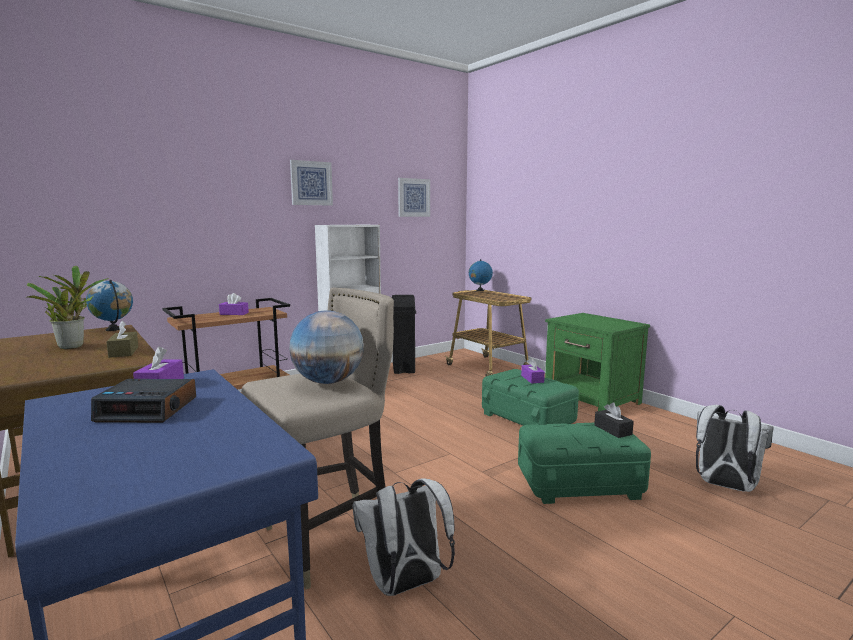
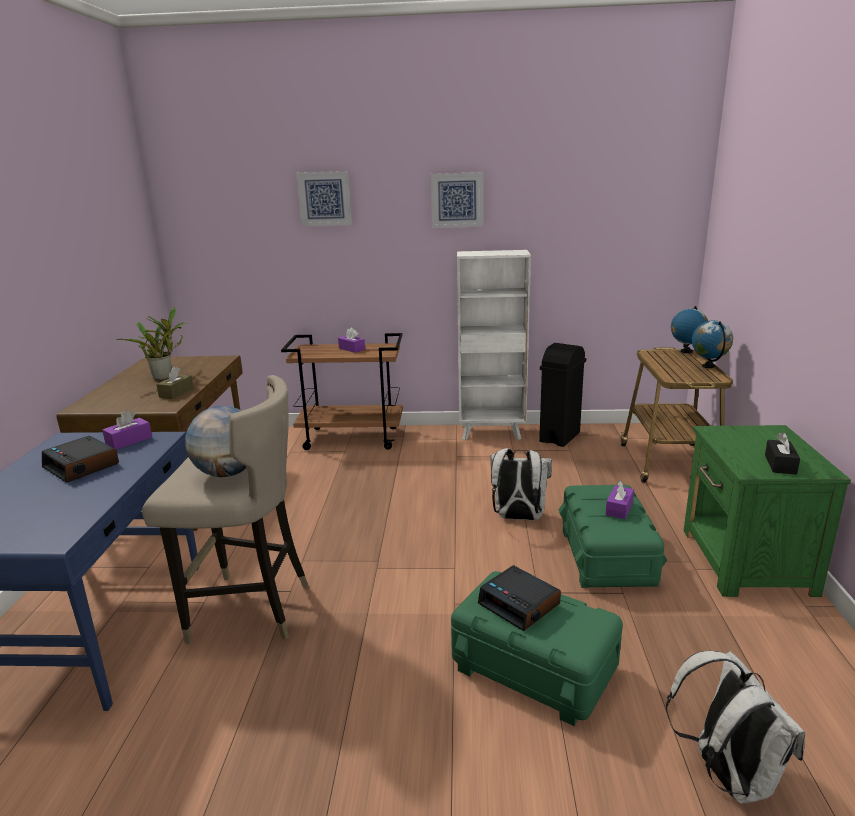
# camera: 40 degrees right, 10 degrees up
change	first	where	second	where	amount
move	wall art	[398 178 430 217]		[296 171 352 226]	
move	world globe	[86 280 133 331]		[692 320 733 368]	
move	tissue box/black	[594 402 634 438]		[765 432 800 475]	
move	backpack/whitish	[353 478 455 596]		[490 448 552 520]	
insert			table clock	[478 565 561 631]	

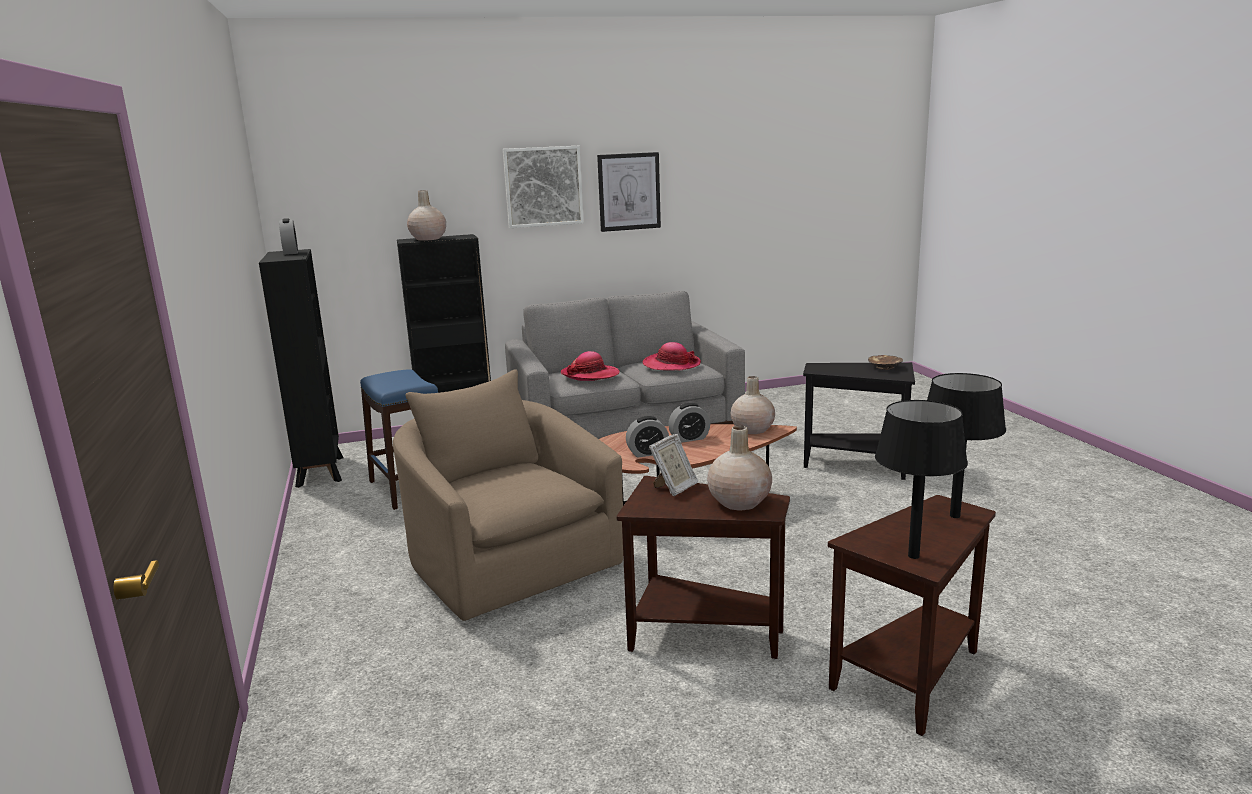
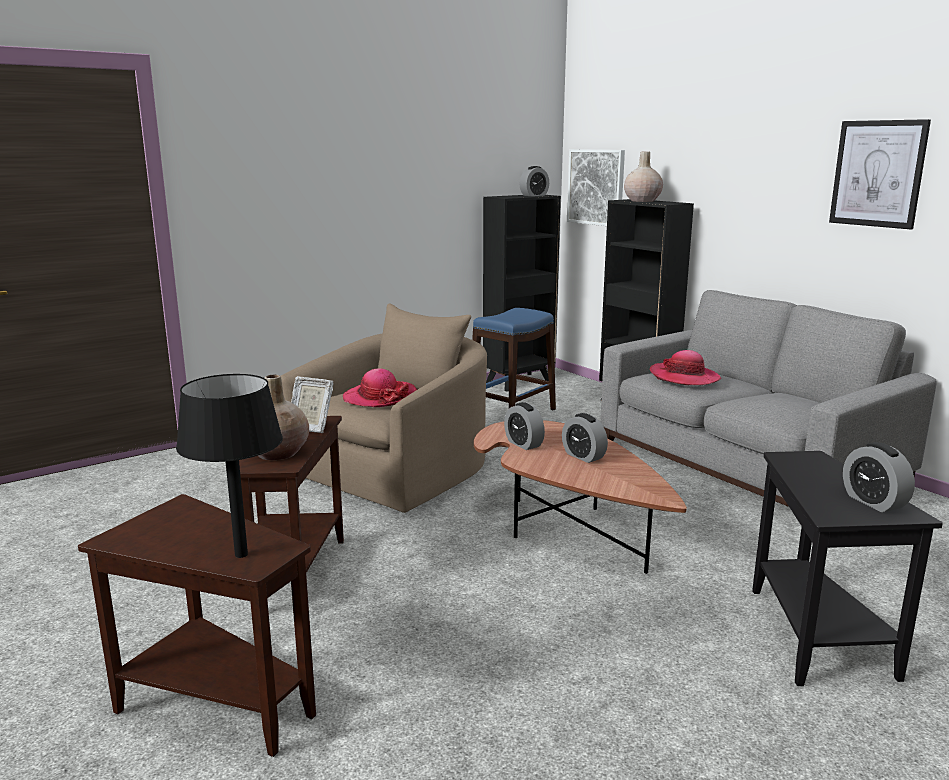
# camera: 70 degrees right, 0 degrees up
change	first	where	second	where	amount
move	wall art	[503 146 584 228]		[567 149 625 226]	
move	wearable hat	[643 342 701 371]		[343 368 417 407]	
replace	serving bowl/brownish	[868 355 903 370]	table clock	[843 442 915 512]	
delete	flower vase/beige-coloured	[730 376 775 434]			
delete	tabletop lamp/black	[875 400 968 559]			

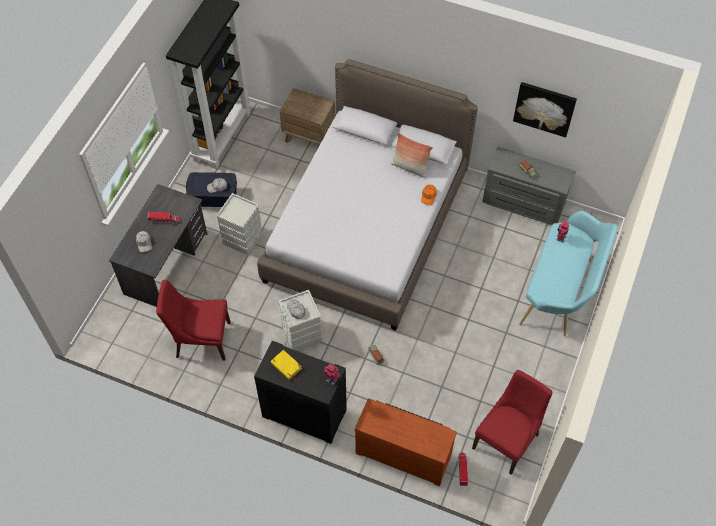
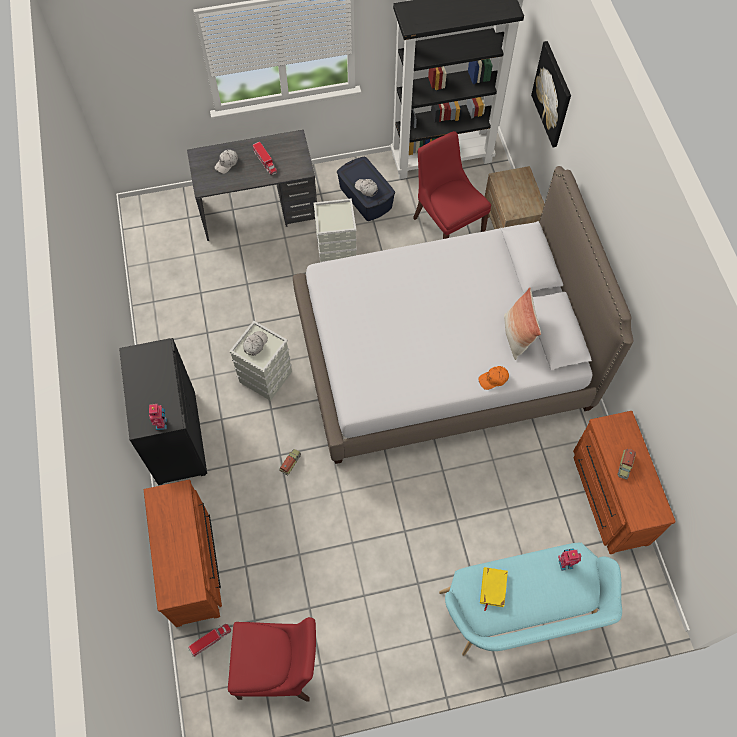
# camera: 55 degrees right, 5 degrees up
change	first	where	second	where	amount
move	wall art	[513 82 577 137]		[531 41 571 147]	
recolor	drawer chest/greyish	[482 147 576 225]	drawer chest/brownish	[573 411 676 554]	
move	plain chair/red	[156 280 231 361]		[413 131 491 239]	
move	book/yellow	[270 350 302 380]		[480 567 508 611]	

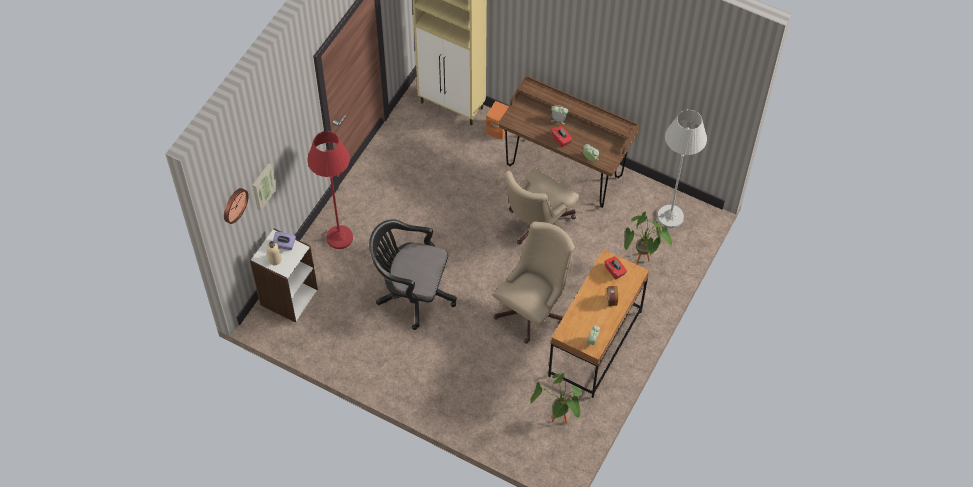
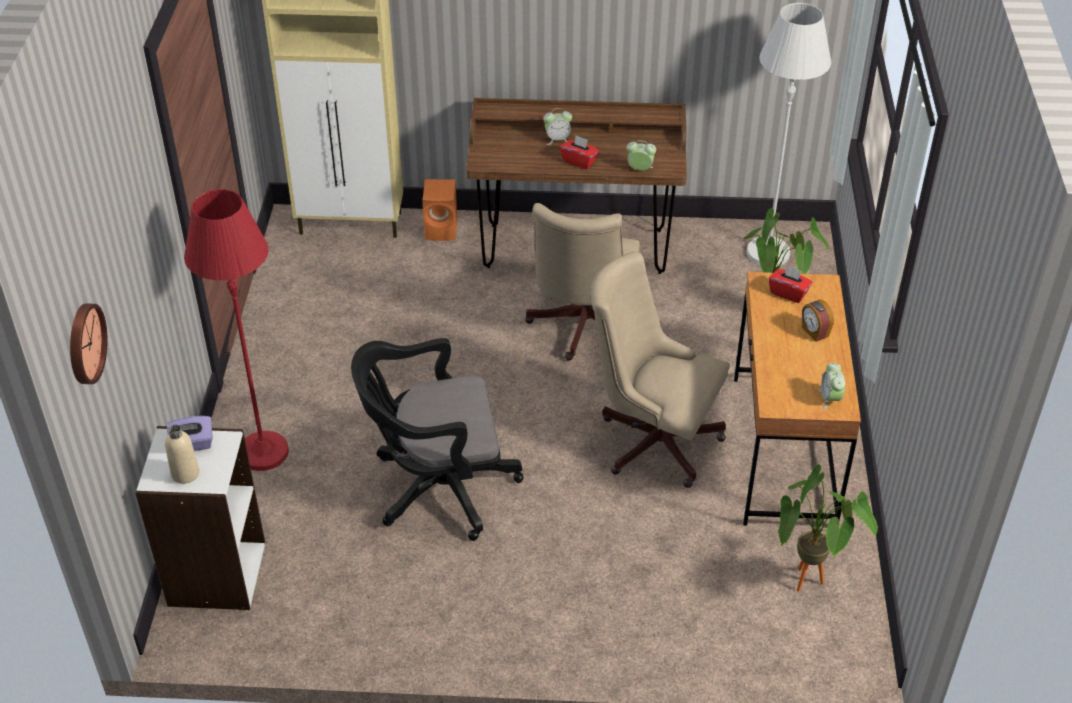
# camera: 25 degrees left, 15 degrees down
change	first	where	second	where	amount
delete	wall art	[252 163 277 211]			
rotate	desk chair/beige-coloured	[493 222 575 343]		[590 251 730 488]	75 degrees counterclockwise

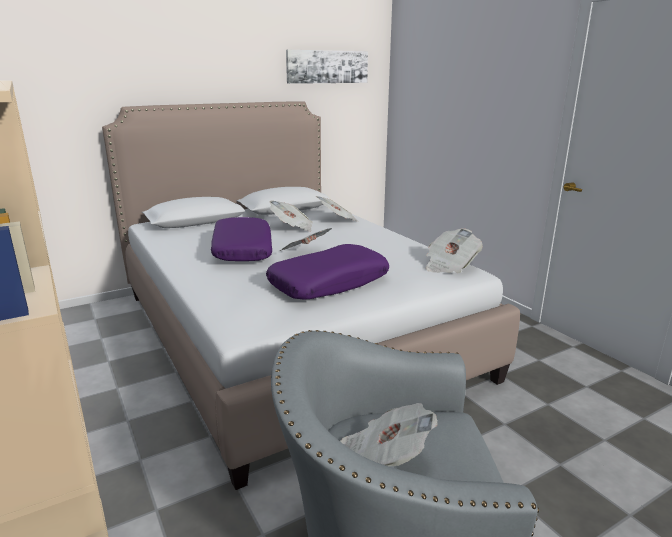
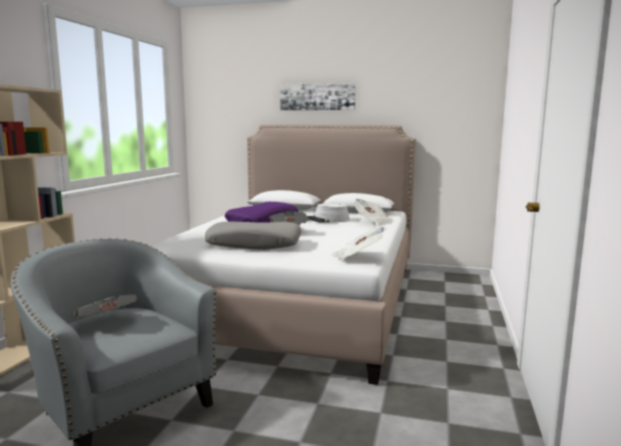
# camera: 45 degrees right, 10 degrees down
change	first	where	second	where	amount
move	wall art	[286 50 368 84]		[280 83 356 110]	
replace	daily paper	[269 200 313 231]	wearable hat/greyish	[308 203 350 223]	
recolor	throw pillow/purple-coloured	[266 244 389 300]	throw pillow/greyish	[205 221 301 250]	

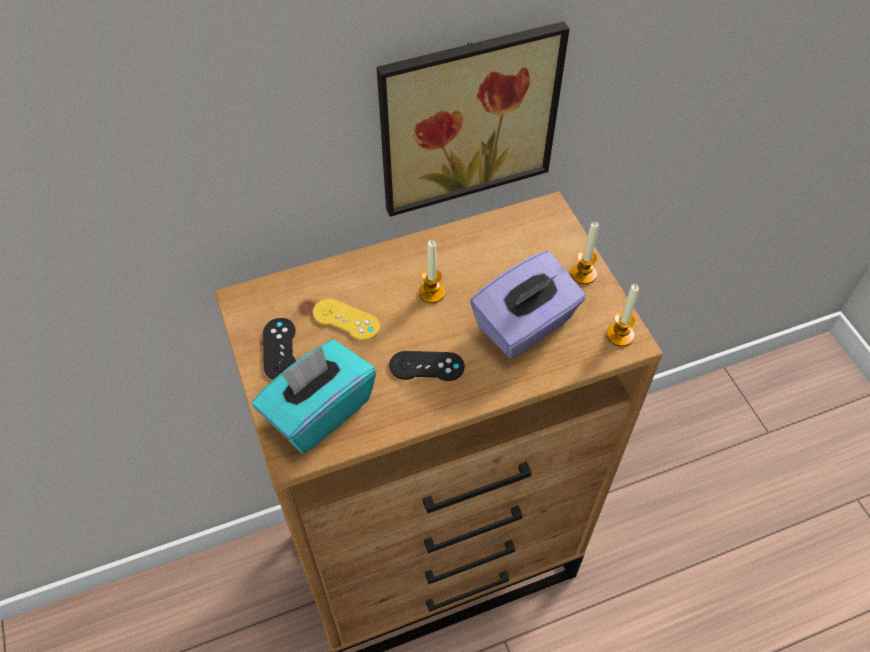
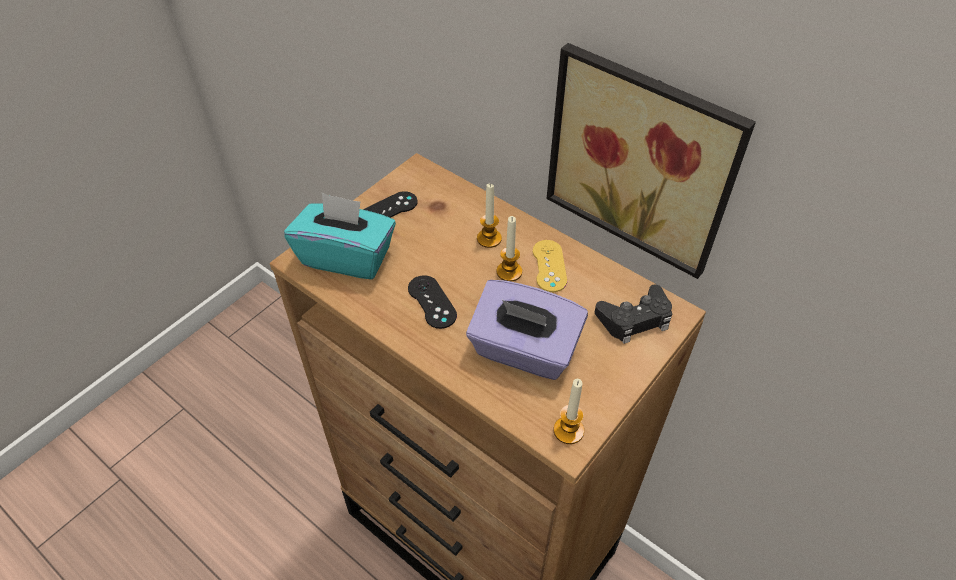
# camera: 60 degrees right, 5 degrees down
change	first	where	second	where	amount
move	wax light	[571 222 599 284]		[477 184 502 248]	
move	game controller/yellow	[313 299 380 341]		[533 240 567 292]	
insert			game controller/black	[595 284 672 344]	

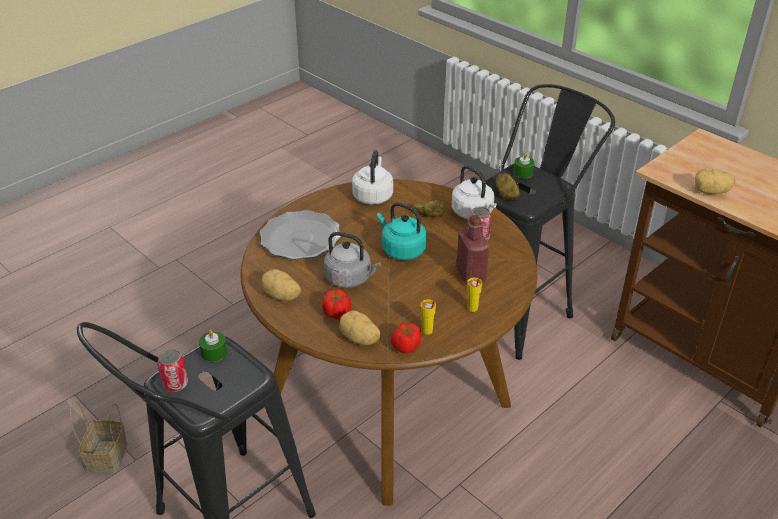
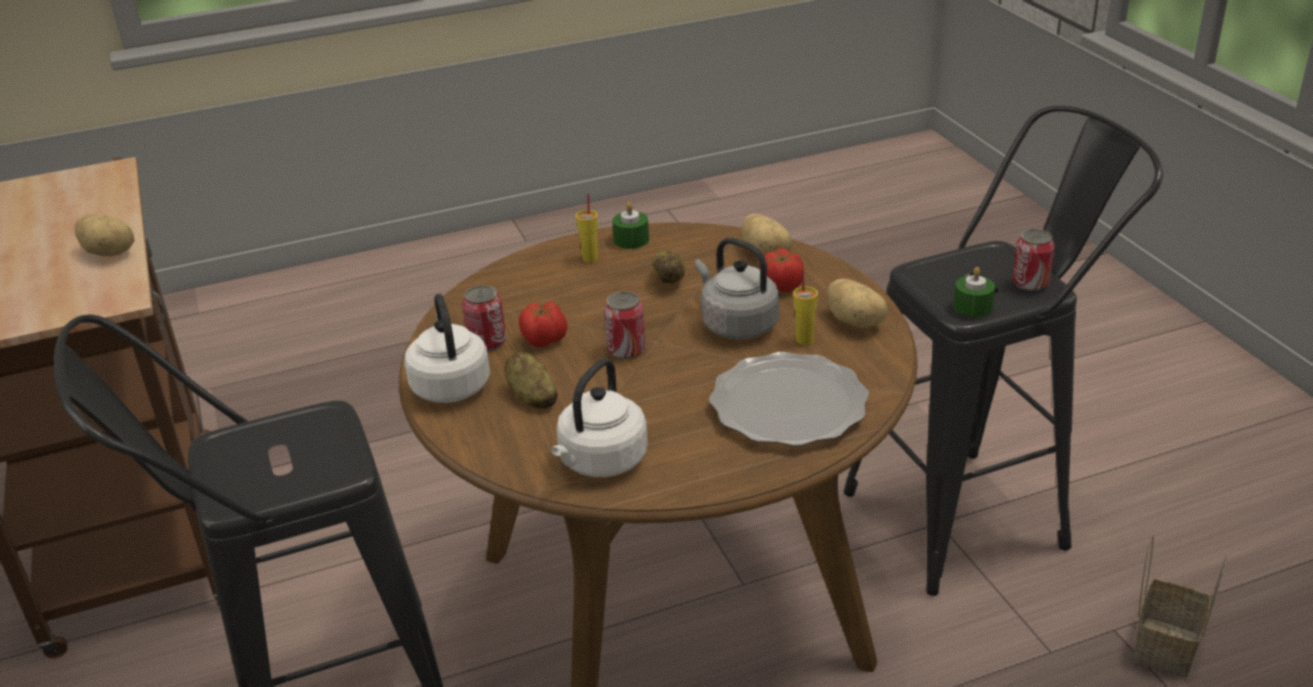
# camera: 155 degrees left, 5 degrees down
change	first	where	second	where	amount
move	wax light/green	[513 152 535 178]		[612 202 649 249]	
move	potato	[496 173 520 201]		[652 250 686 284]	
replace	kettle/turquoise	[377 202 427 260]	can	[604 291 646 359]	
delete	drink bottle/red	[457 215 489 284]			
move	small cup/yellow	[421 299 436 334]		[793 269 818 345]	
move	tomato	[391 322 421 354]		[519 301 568 347]	

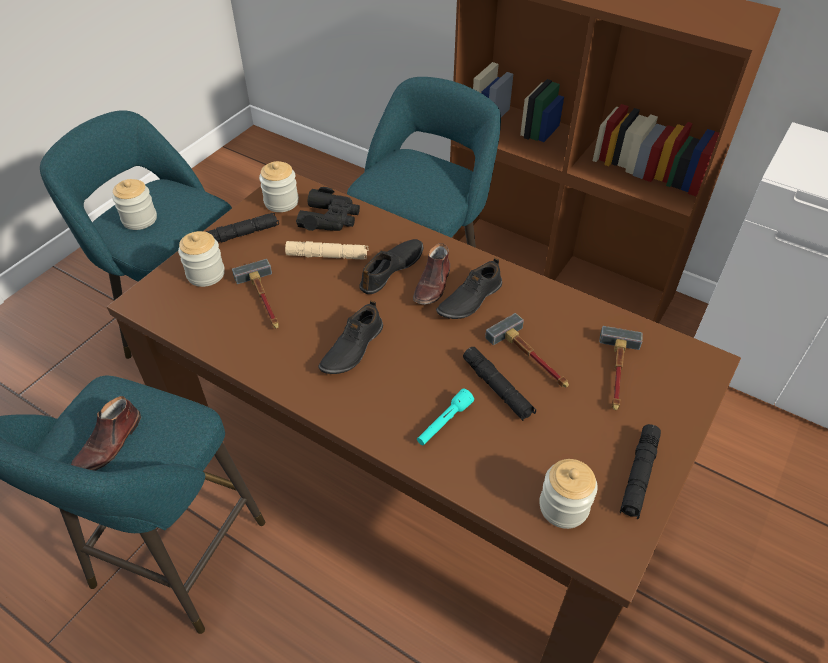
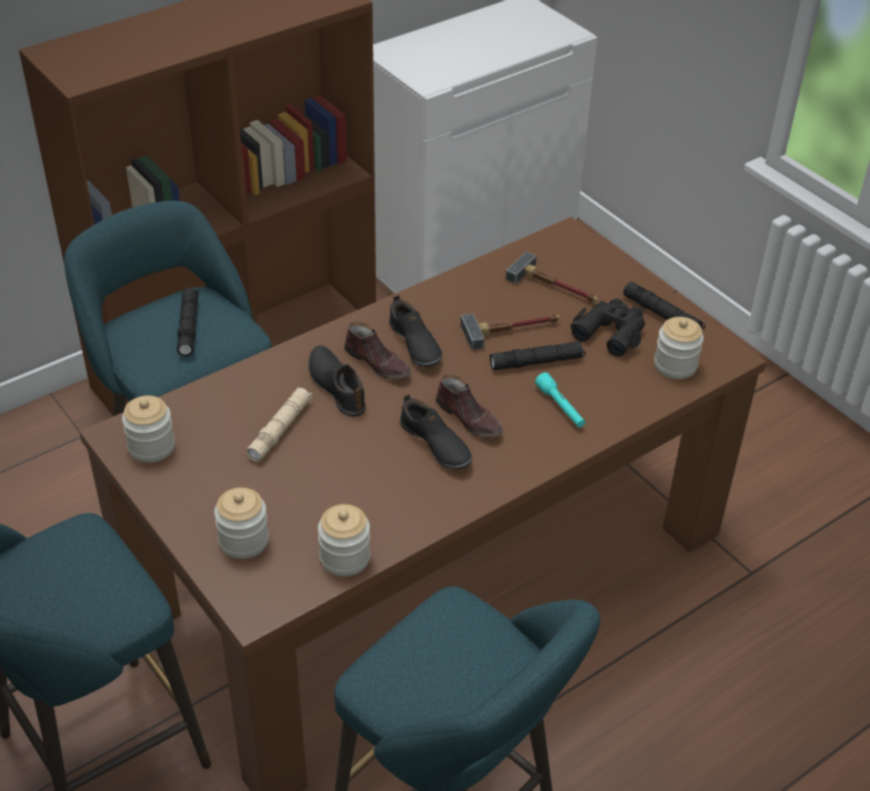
# camera: 70 degrees left, 5 degrees down
change	first	where	second	where	amount
move	jar	[112 179 157 230]		[318 504 370 576]	
move	binoculars/black	[296 187 360 231]		[571 298 645 357]	
move	flashlight/black	[206 213 279 243]		[177 288 199 357]	
delete	hammer	[232 259 279 329]			
move	shoe/brownish	[71 396 141 471]		[436 374 503 438]	

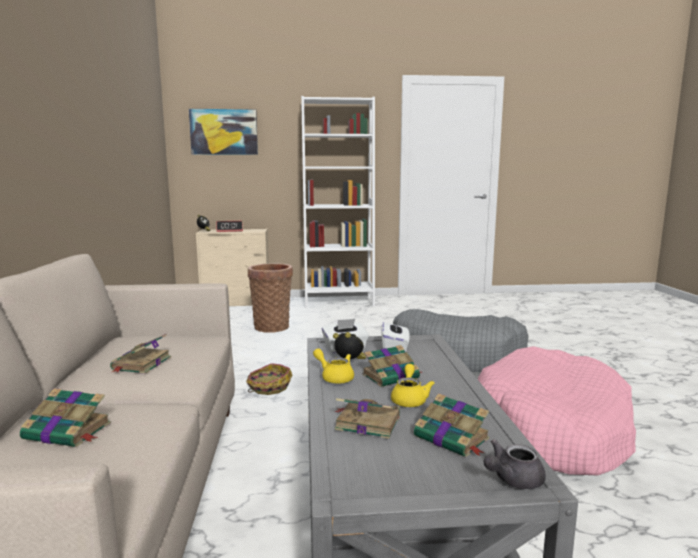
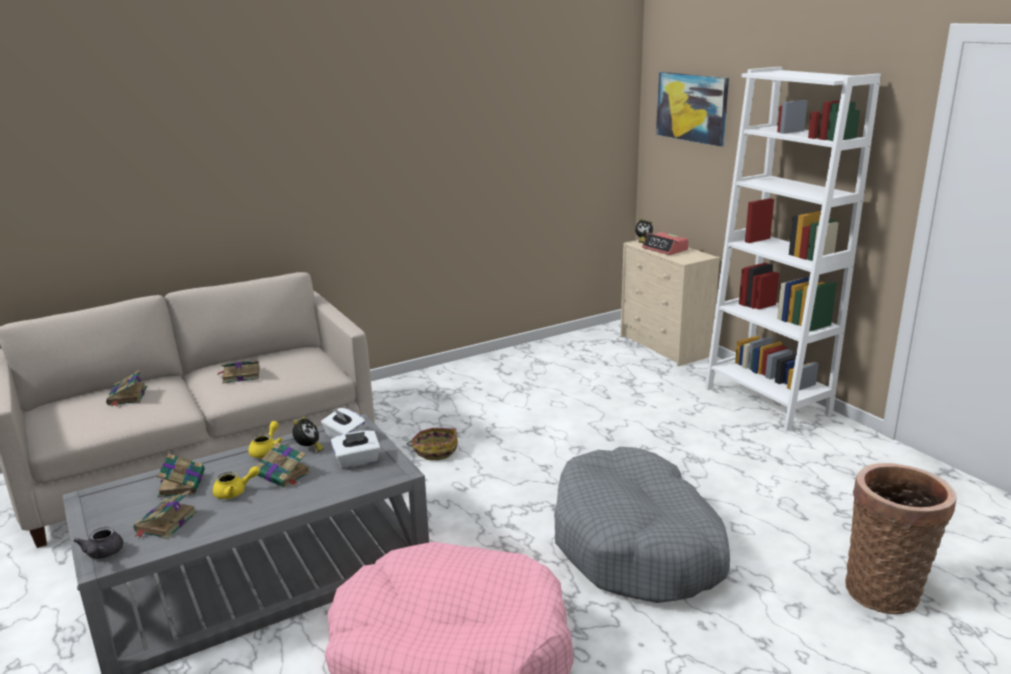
# camera: 65 degrees right, 10 degrees up
change	first	where	second	where	amount
move	basket	[248 263 293 333]		[845 463 957 614]	
rotate	tea pot/greyish	[484 439 546 489]		[74 527 123 559]	135 degrees counterclockwise

